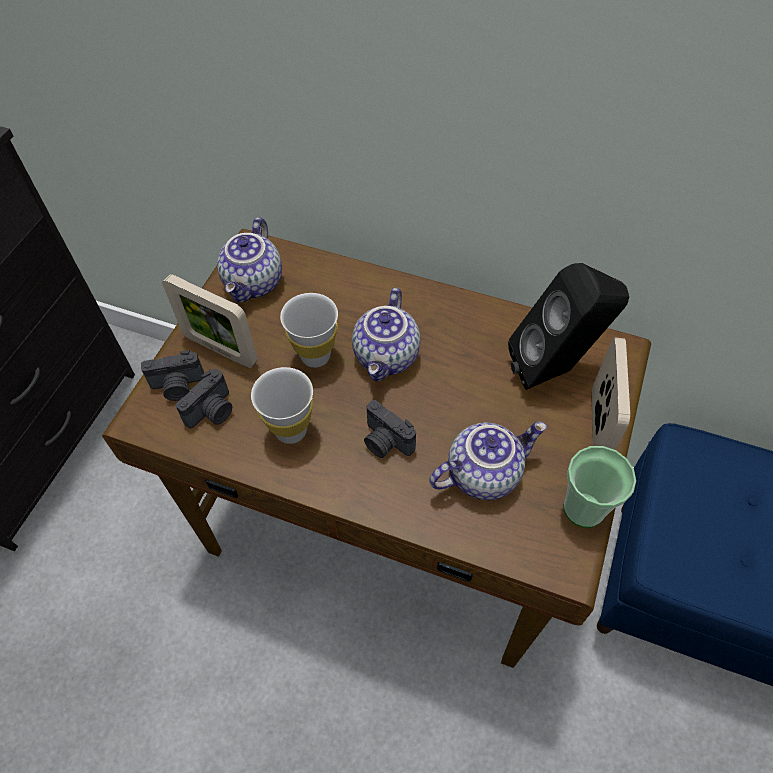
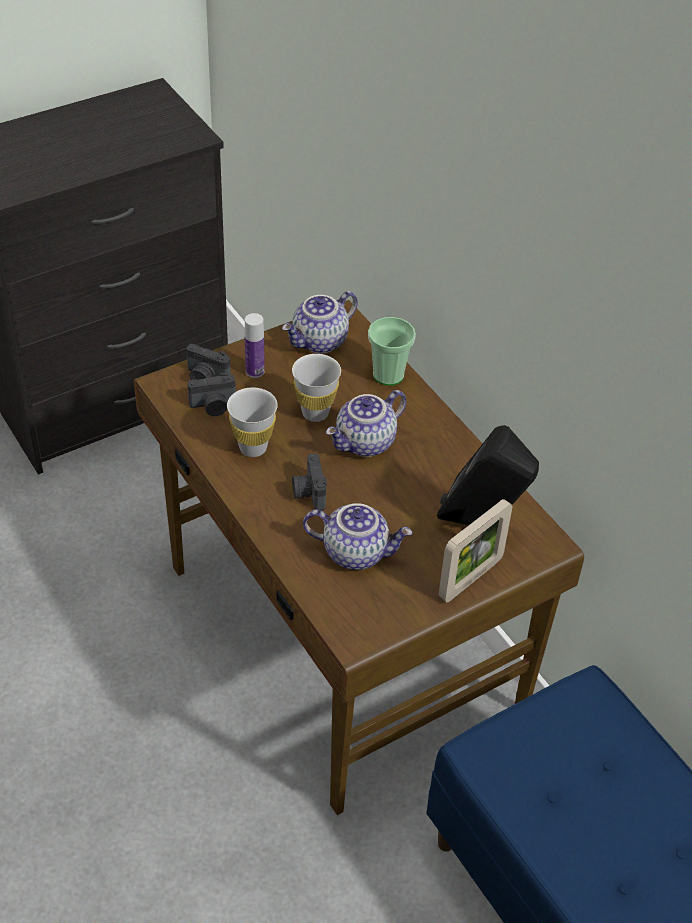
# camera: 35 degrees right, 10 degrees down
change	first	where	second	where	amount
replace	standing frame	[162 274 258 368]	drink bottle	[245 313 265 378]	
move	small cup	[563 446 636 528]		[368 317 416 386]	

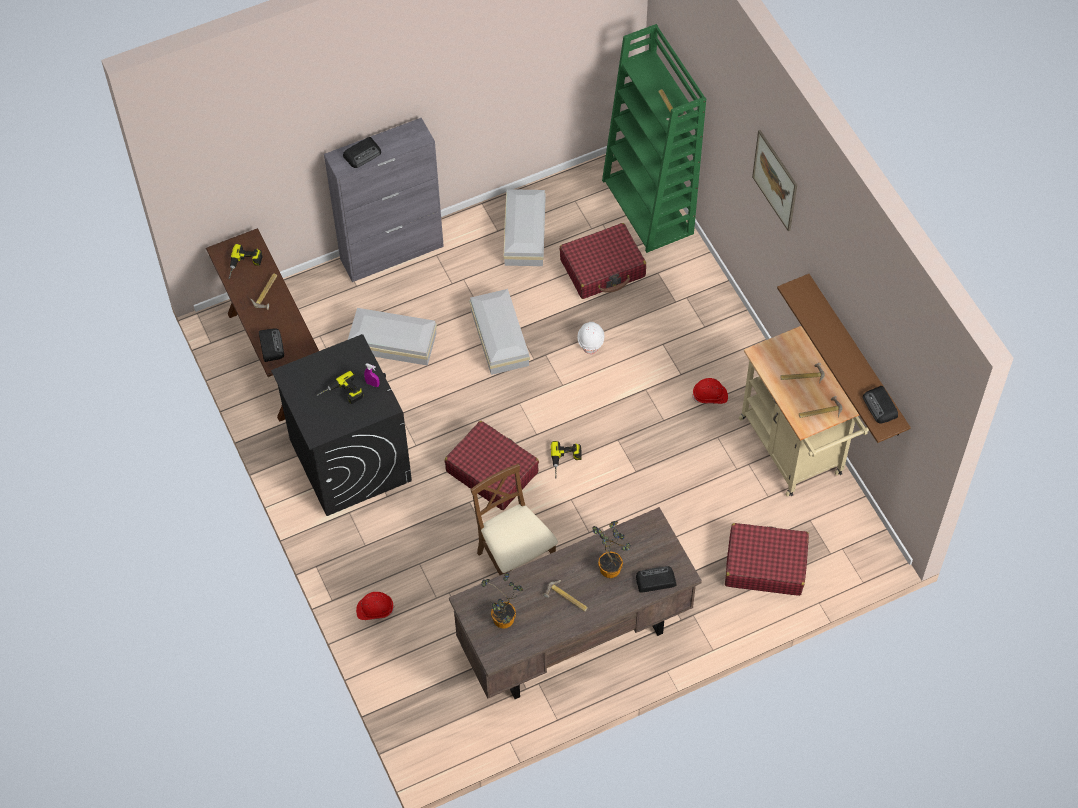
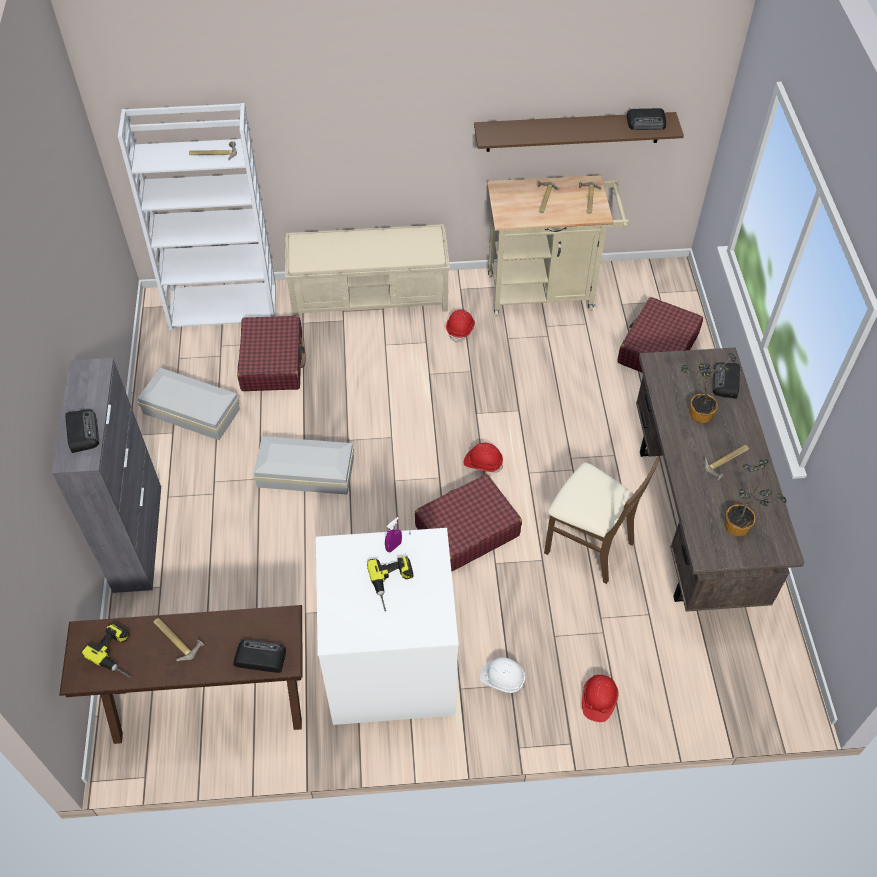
# camera: 70 degrees left, 5 degrees down
change	first	where	second	where	amount
recolor	bookcase/green	[602 24 706 253]	bookcase/whitish	[118 103 276 330]	
delete	wall art	[752 130 797 231]			
delete	storage container/whitish	[348 308 437 366]			
move	work helmet/whitish	[578 322 604 355]		[480 657 525 693]	
recolor	laundry machine/black	[271 334 412 516]	laundry machine/whitish	[316 528 459 725]	
replace	drill	[551 441 581 478]	work helmet/red	[464 443 503 473]	
rotate	plain chair/brownish	[470 464 558 575]		[544 457 660 584]	135 degrees counterclockwise
insert			long seat/beige-coloured	[285 224 450 316]	

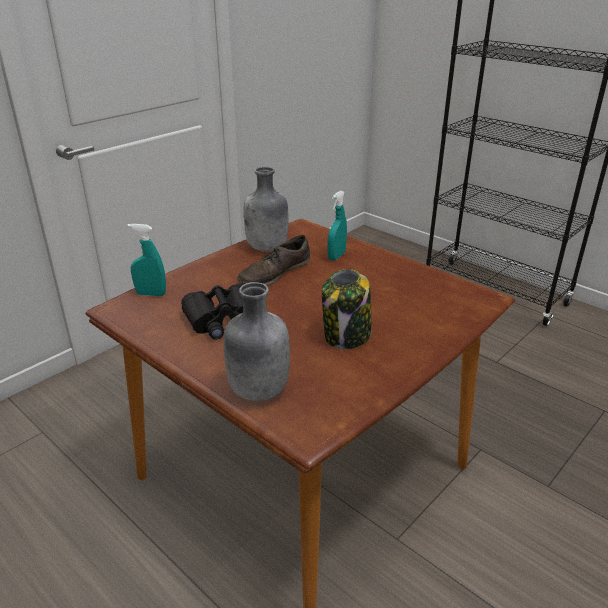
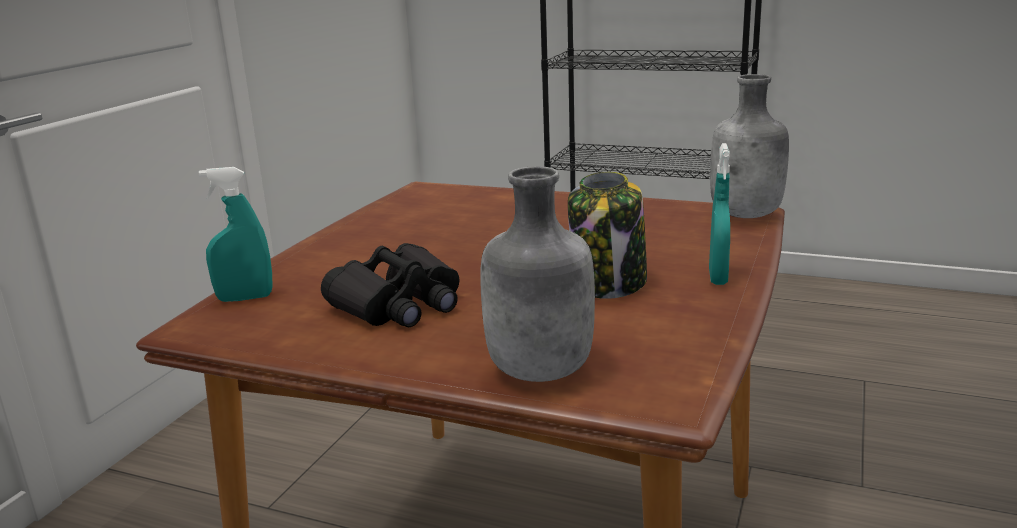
# camera: 20 degrees left, 10 degrees down
change	first	where	second	where	amount
move	drink bottle/greyish	[244 167 289 252]		[710 74 789 218]	
move	sprayer/turquoise	[328 191 347 261]		[709 143 730 285]	
delete	shoe/brownish	[237 235 310 286]			

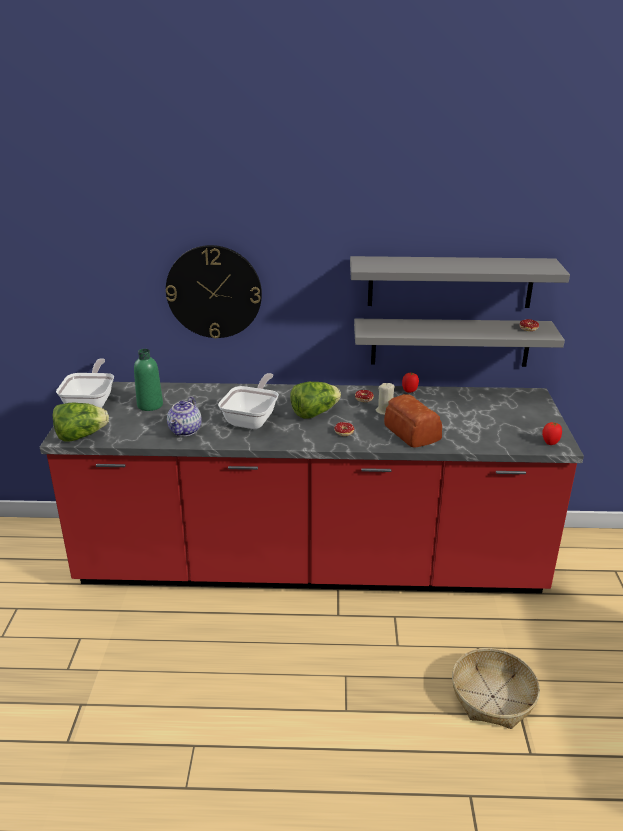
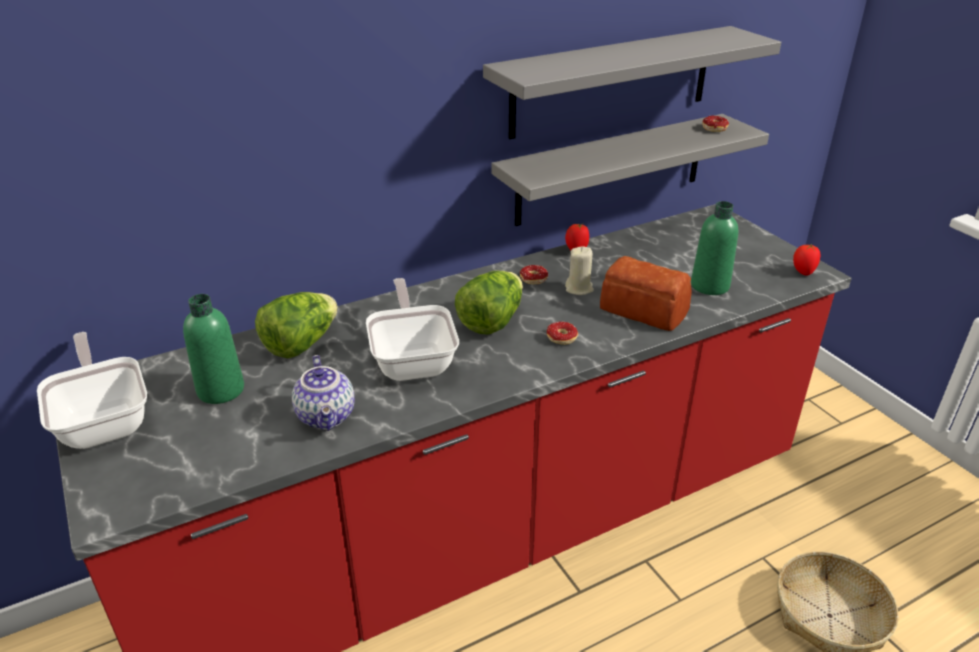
# camera: 30 degrees left, 5 degrees up
change	first	where	second	where	amount
delete	hanging clock	[166 245 262 339]			
move	lettuce	[53 402 109 441]		[255 292 338 358]	
insert			drink bottle/green	[691 201 738 295]	

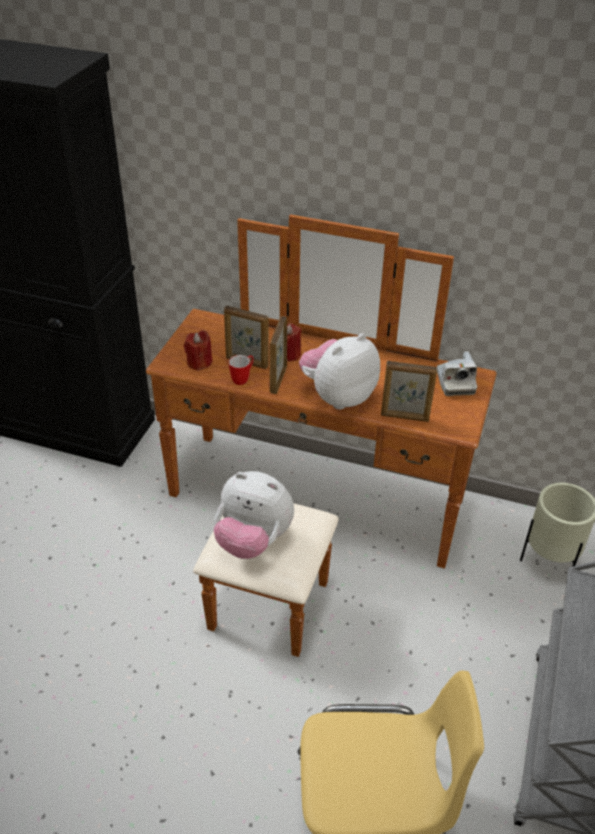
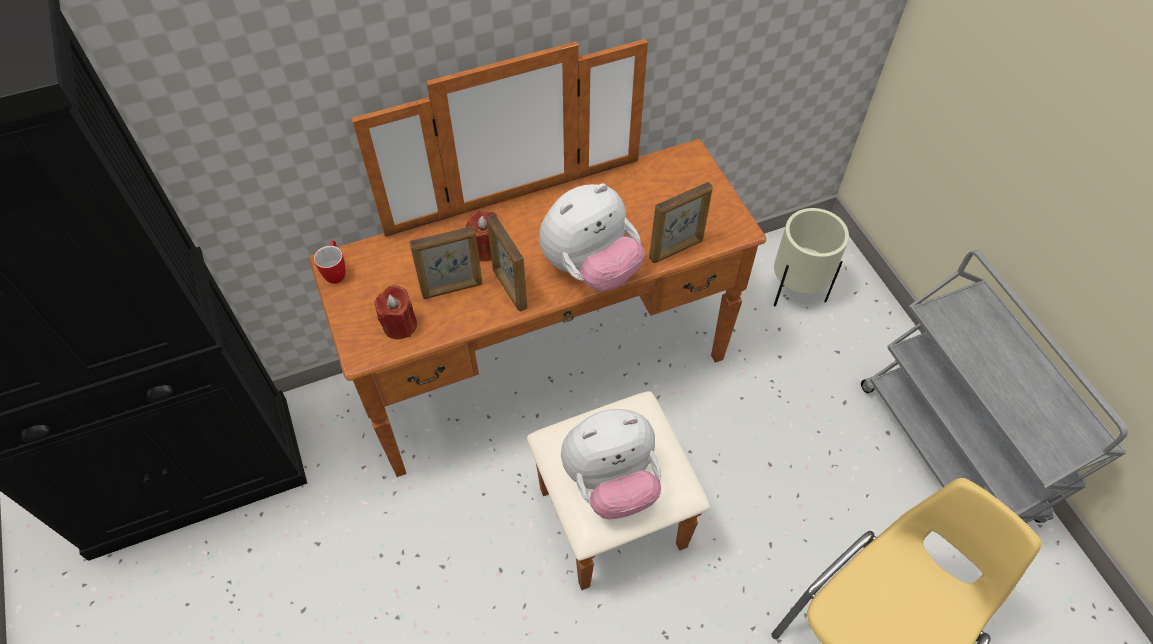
# camera: 40 degrees left, 15 degrees up
change	first	where	second	where	amount
rotate	plush toy	[299 333 380 409]		[539 183 645 291]	135 degrees counterclockwise
delete	photo camera	[437 351 477 396]			
move	coffee mug	[229 355 254 385]		[314 240 345 284]	

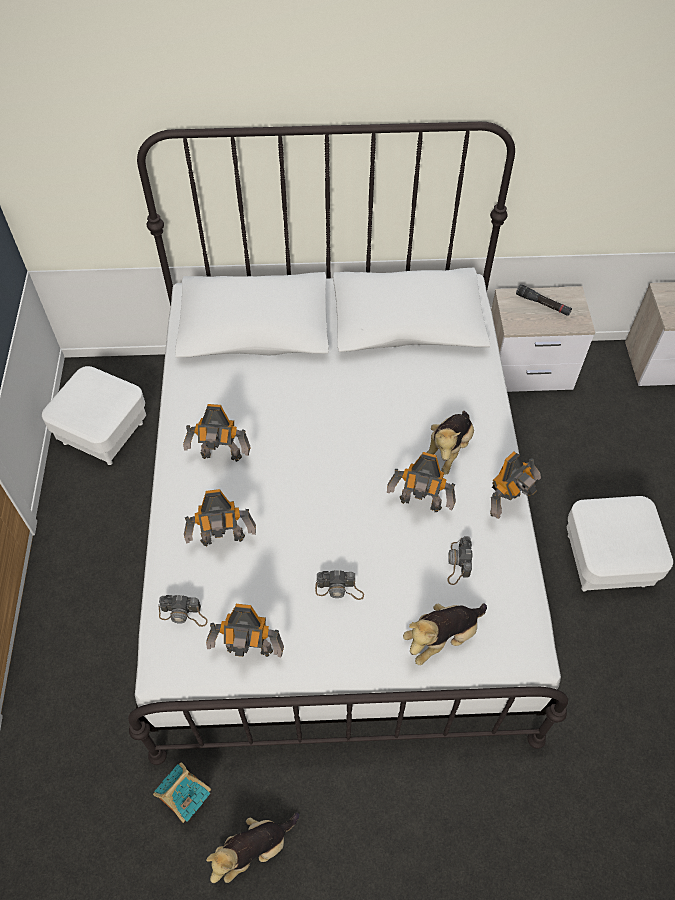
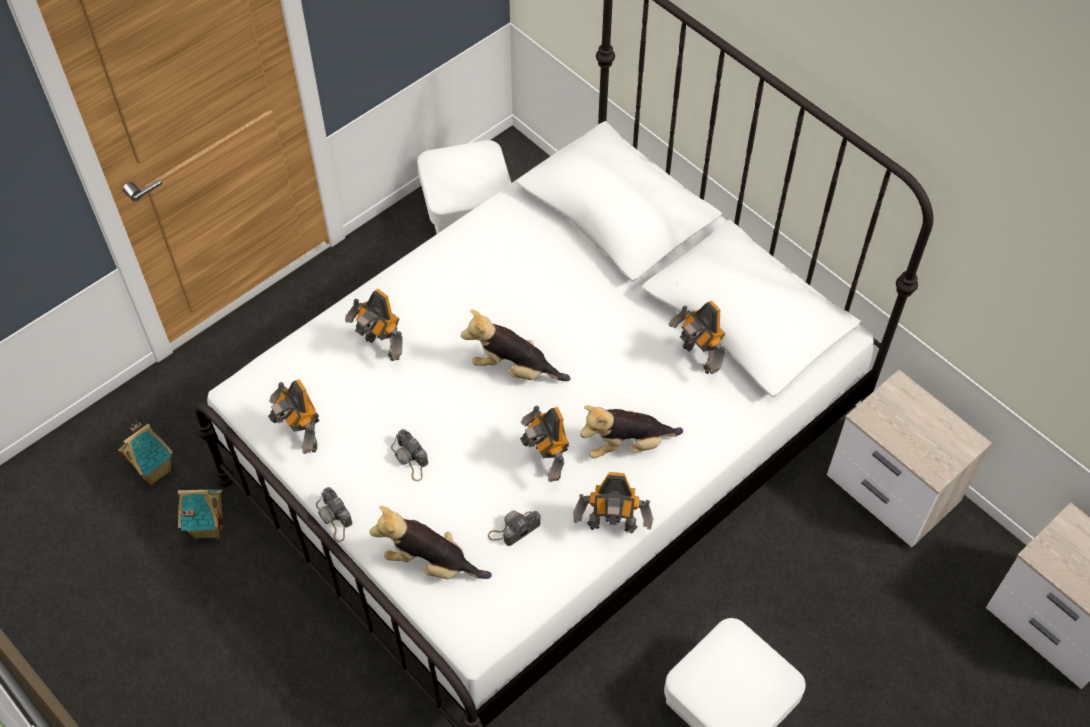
# camera: 50 degrees right, 0 degrees up
change	first	where	second	where	amount
delete	flashlight/black	[516 284 572 316]			
move	toy robot	[183 404 251 462]		[669 300 726 374]	
move	photo camera	[158 595 208 627]		[316 487 352 542]	
move	plush toy	[206 812 299 883]		[461 310 570 381]	
insert			miniature house	[118 420 173 485]	

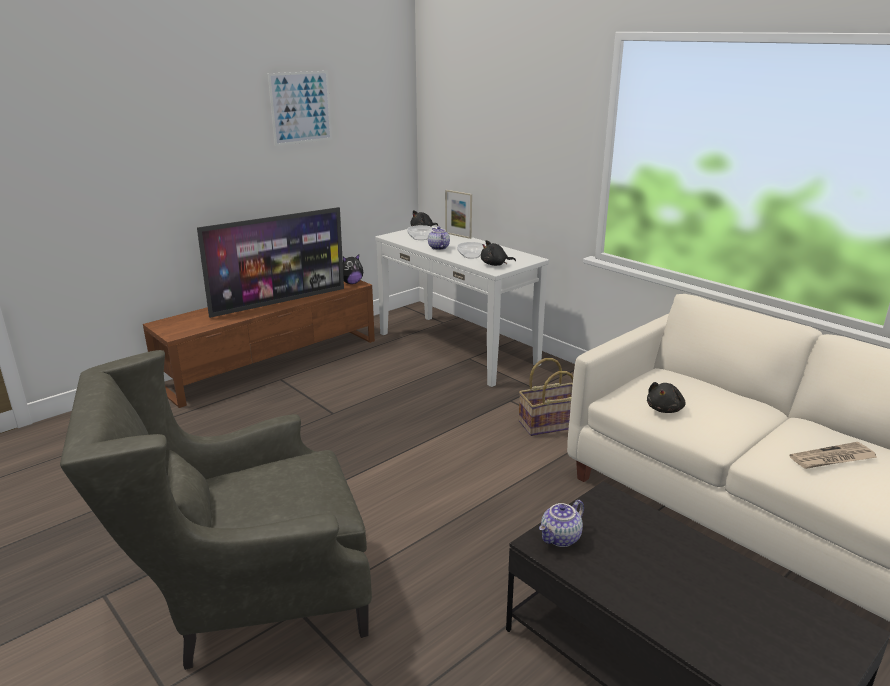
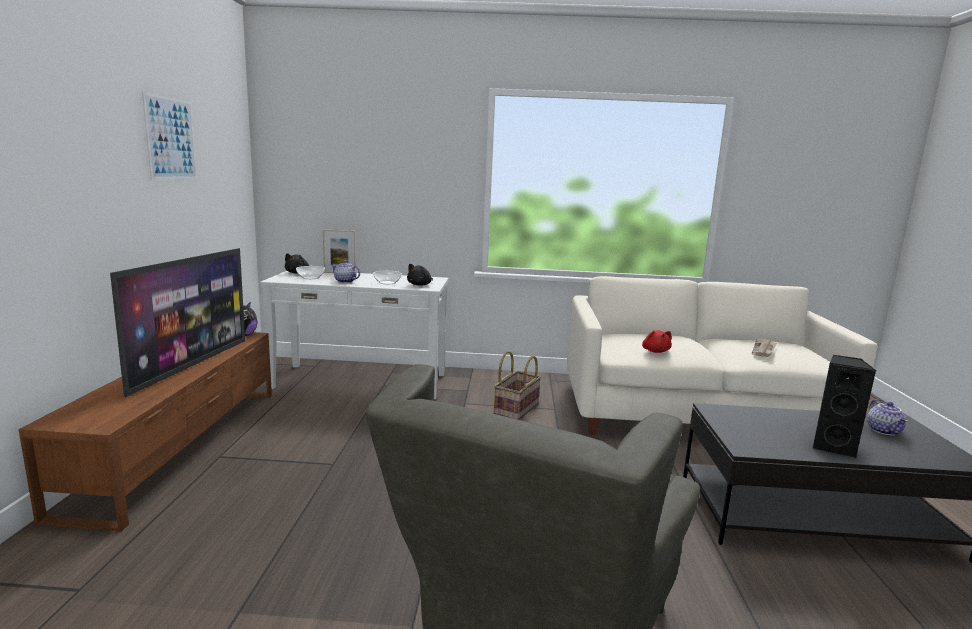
# camera: 45 degrees left, 10 degrees down
change	first	where	second	where	amount
recolor	plush toy/black	[647 382 685 413]	plush toy/red	[642 330 672 353]	
move	tea pot	[539 500 584 547]		[867 399 908 436]	
insert			audio speaker/black	[812 355 876 458]	

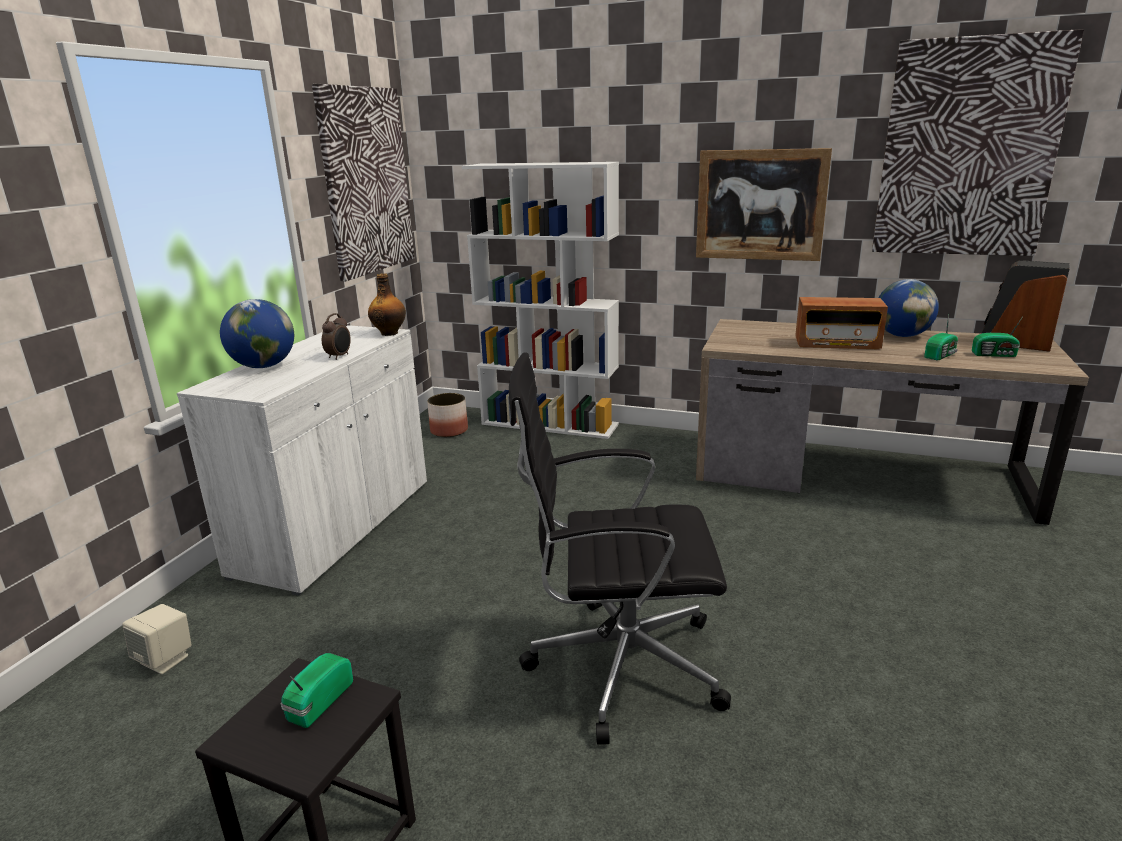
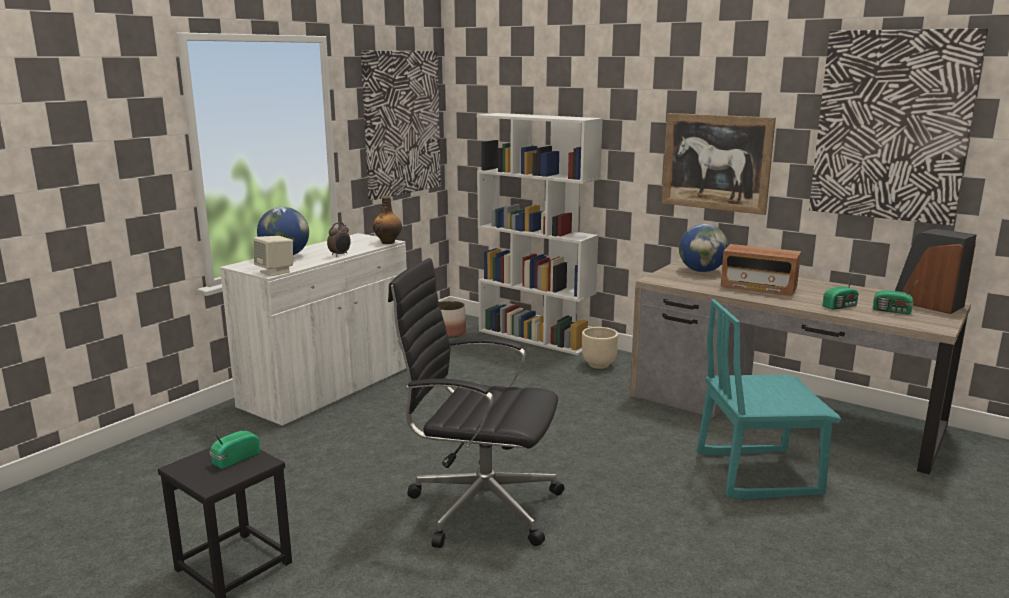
# camera: 15 degrees right, 5 degrees down
change	first	where	second	where	amount
move	world globe	[879 279 939 337]		[679 224 728 272]	
move	audio speaker/beige-coloured	[122 604 192 674]		[254 236 293 276]	
insert			plain chair/turquoise	[697 299 841 500]	
insert			flower pot/beige-coloured	[582 327 618 369]	

